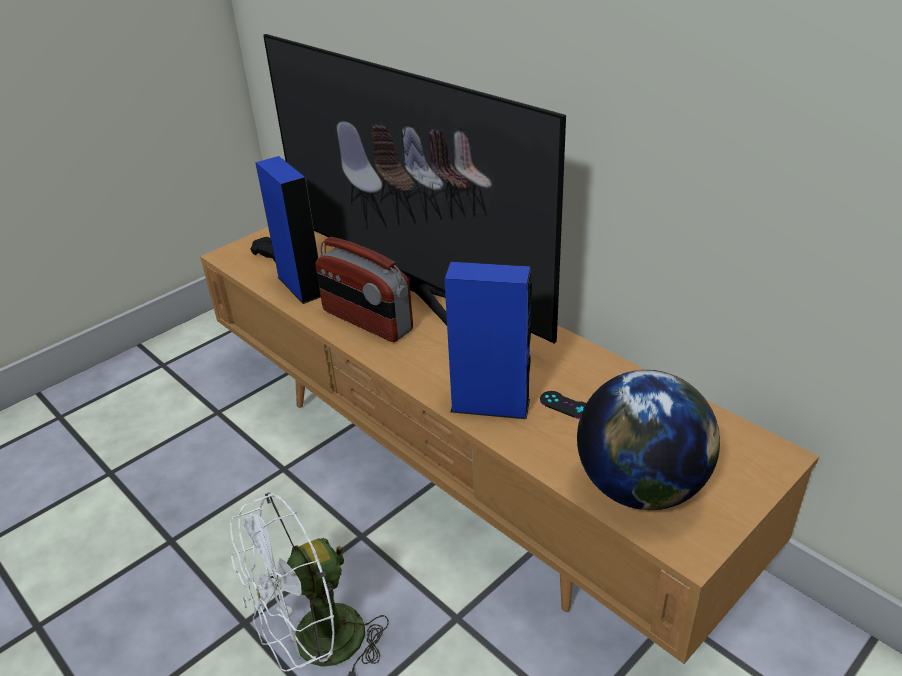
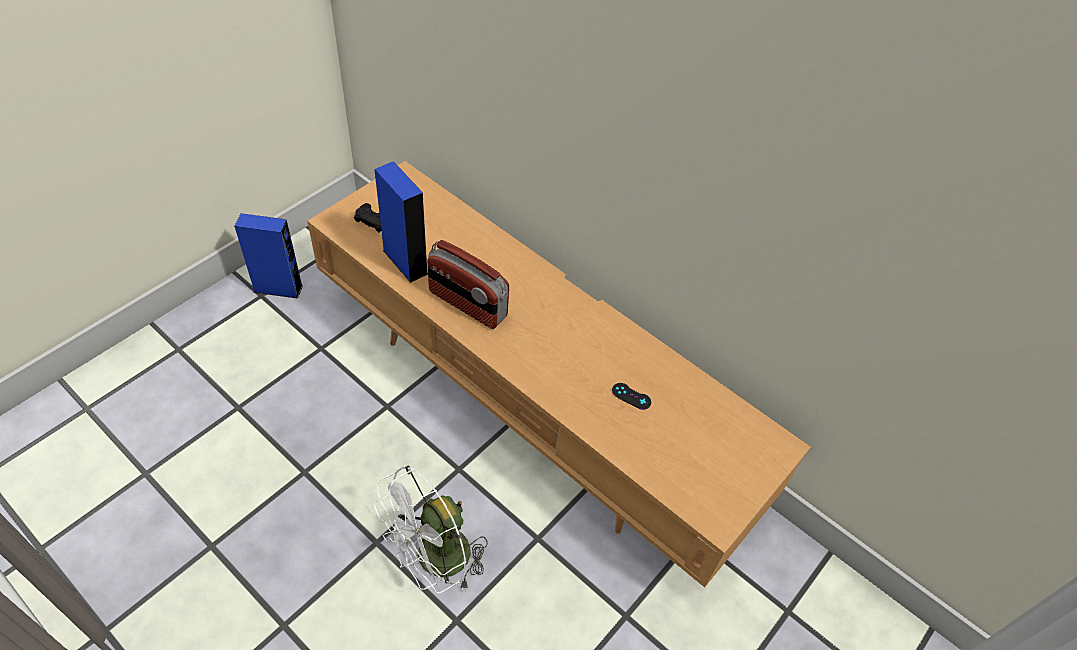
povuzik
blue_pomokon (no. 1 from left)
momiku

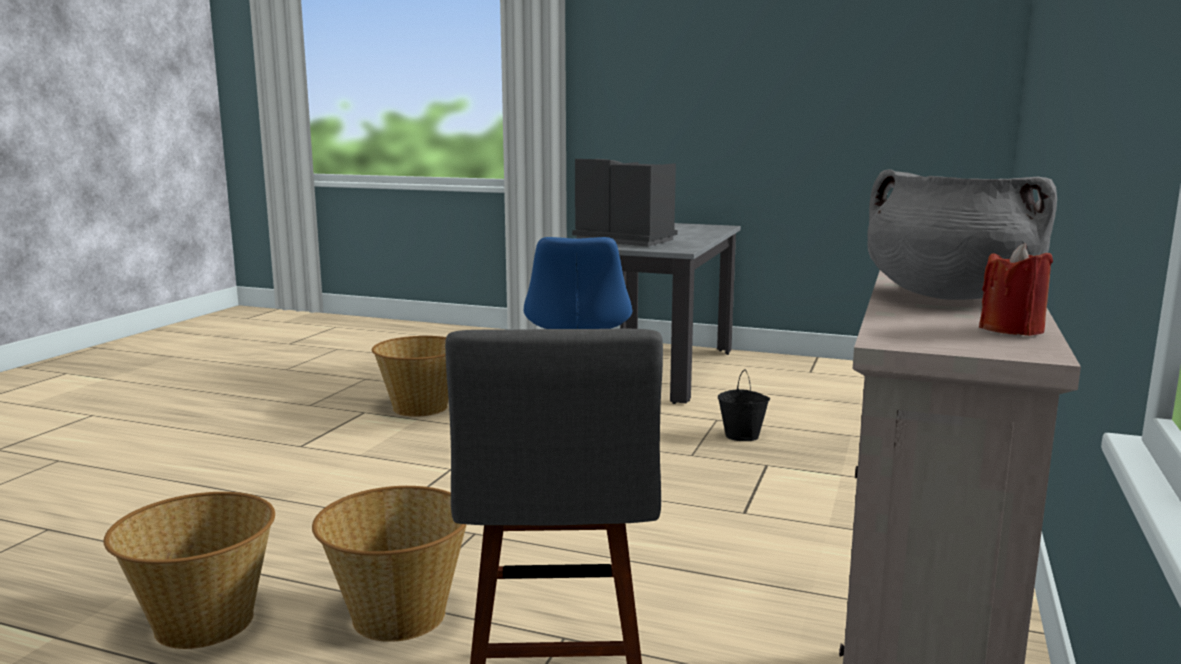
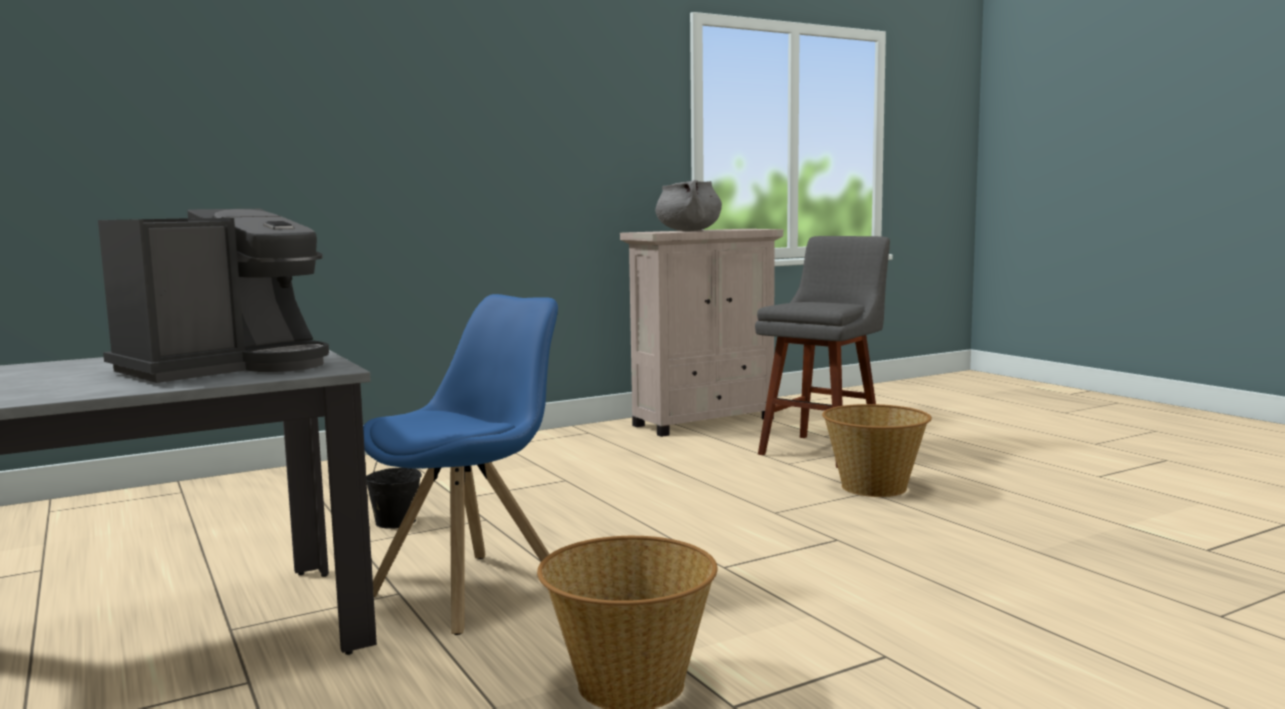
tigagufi (no. 1 from left in the first image)
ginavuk
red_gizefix

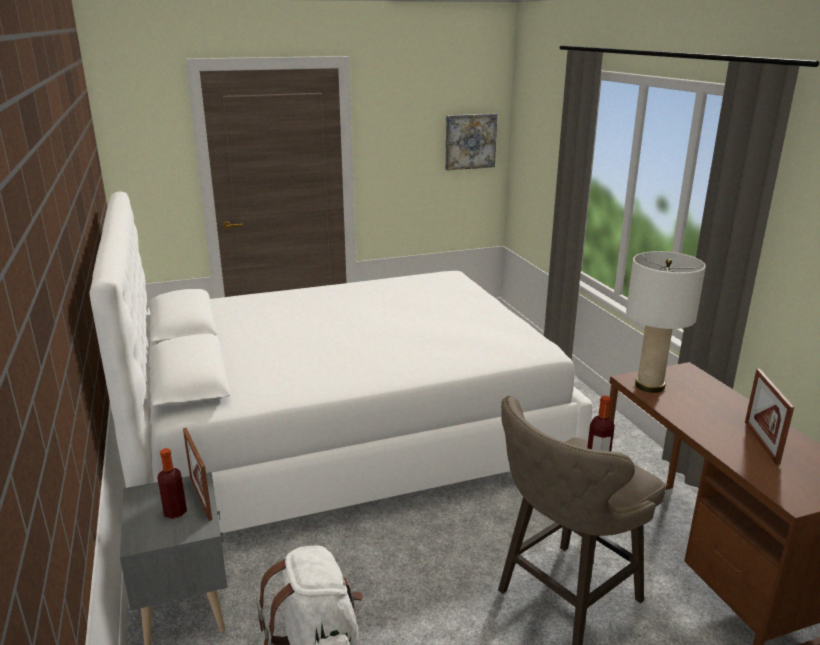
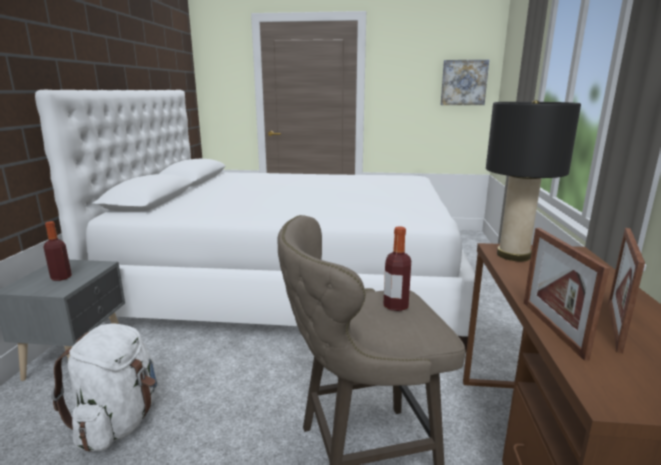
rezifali (no. 1 from left)
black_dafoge

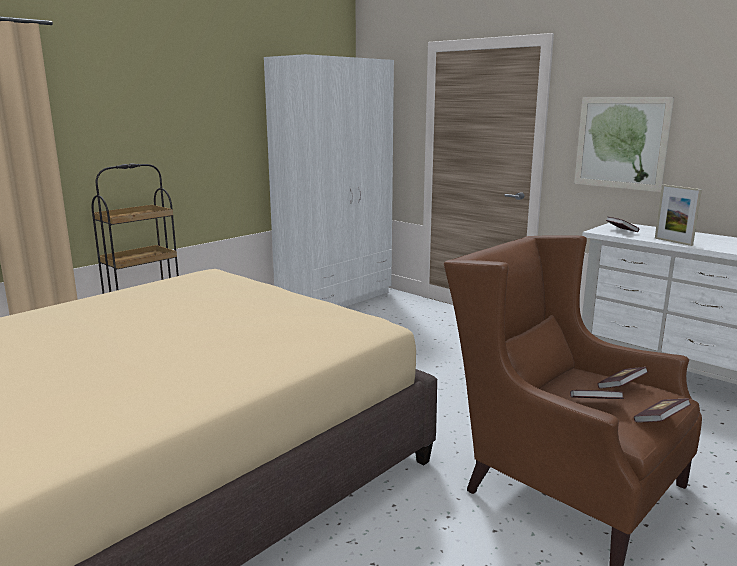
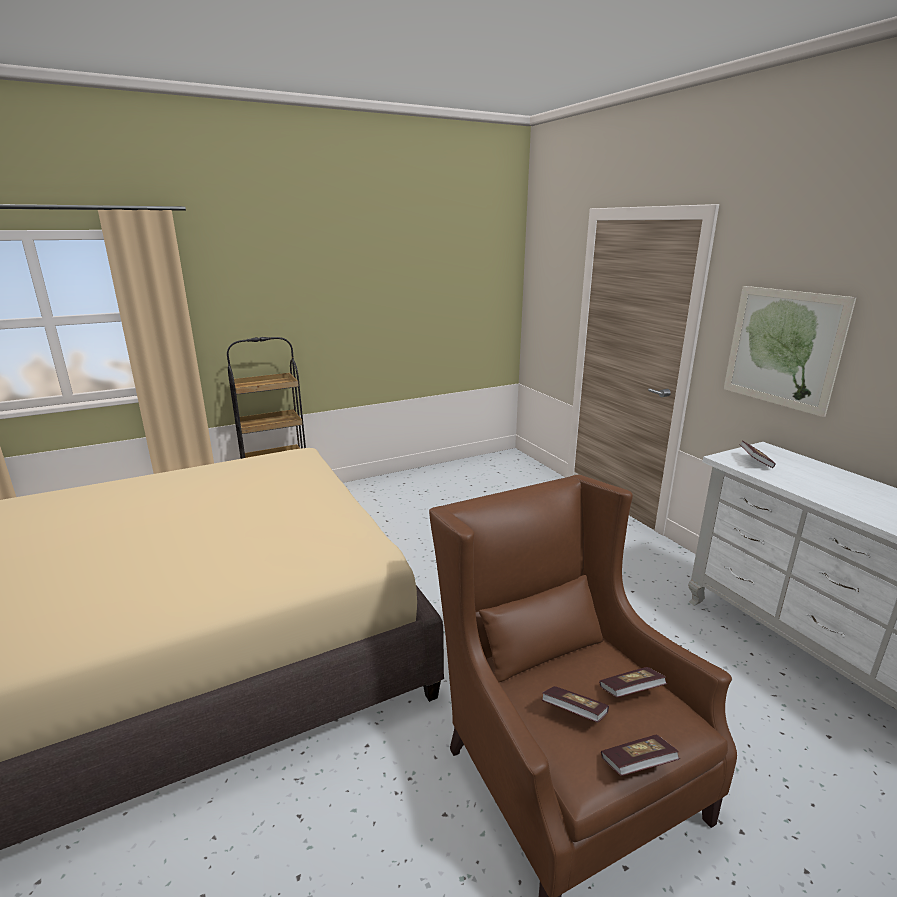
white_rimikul
rezifali

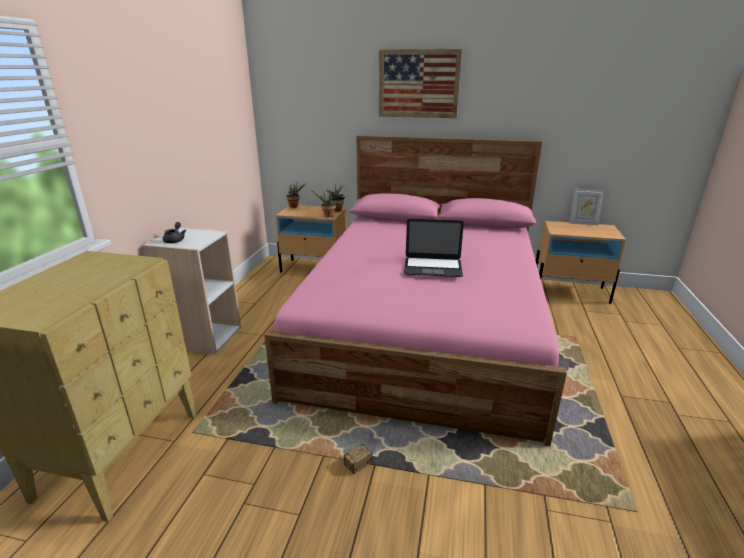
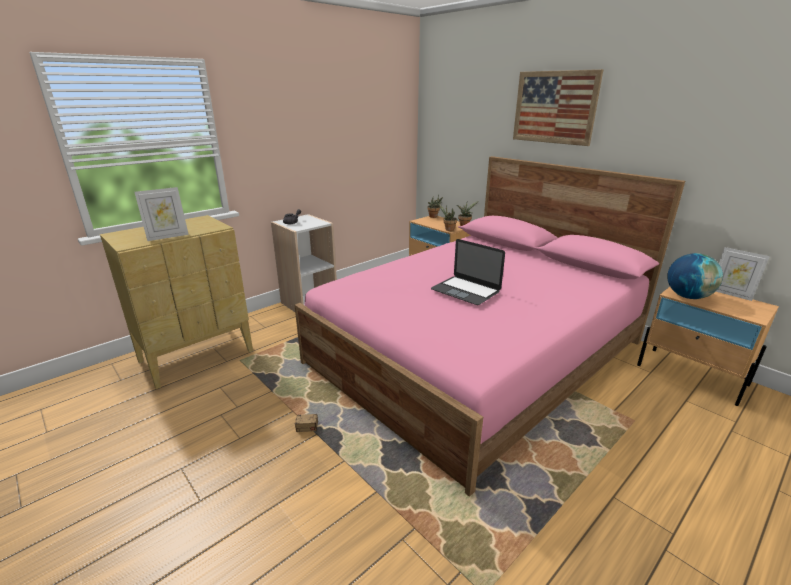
rezifali (no. 1 from left)
momiku

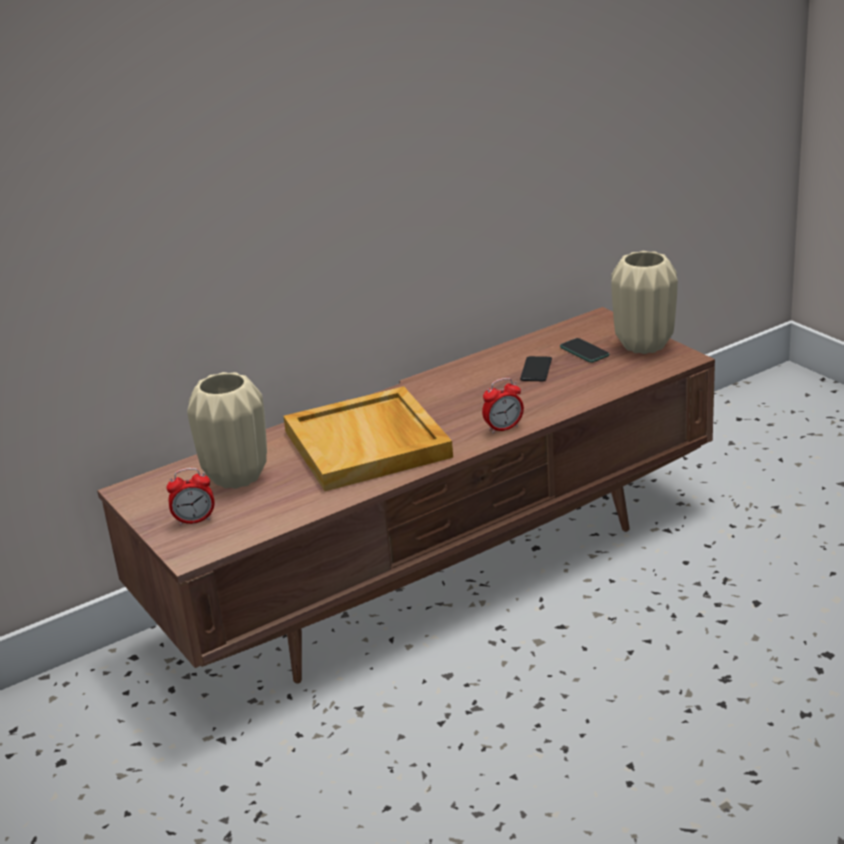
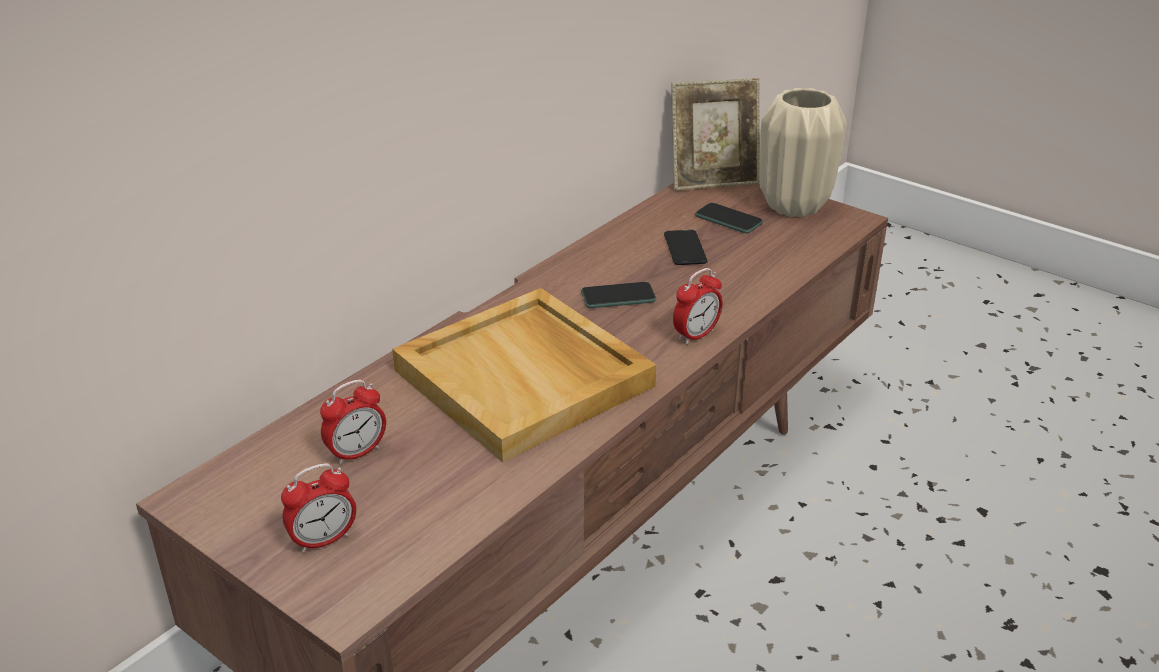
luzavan (no. 2 from left)
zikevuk (no. 1 from left)
rezifali

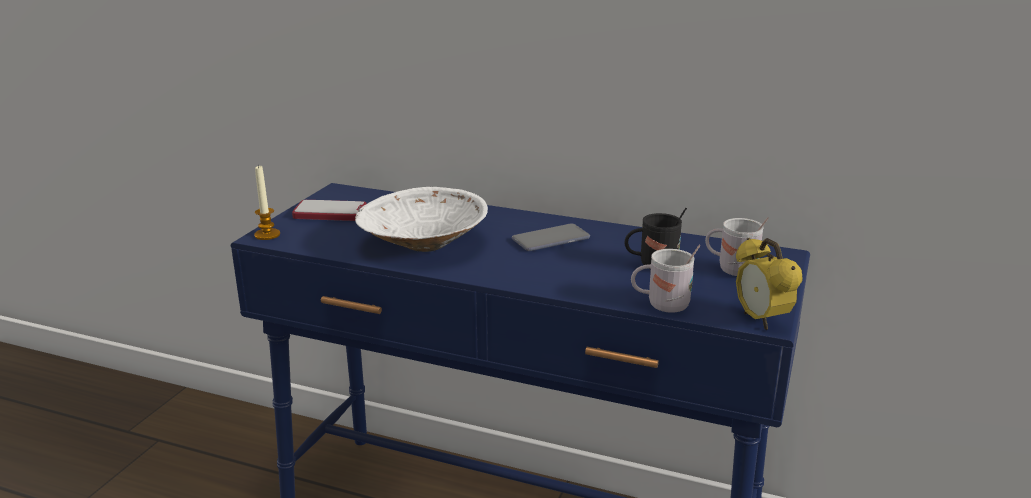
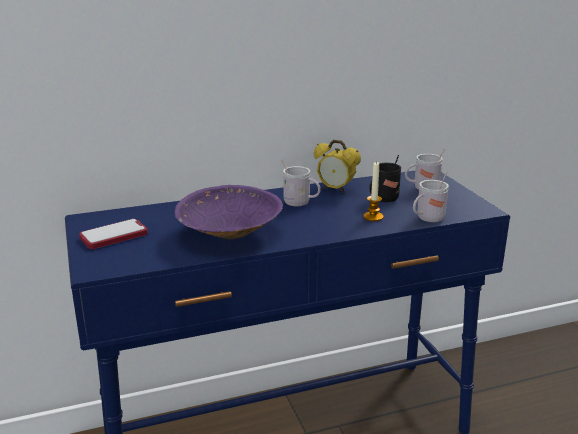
gizefix
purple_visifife
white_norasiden (no. 1 from left)
luzavan

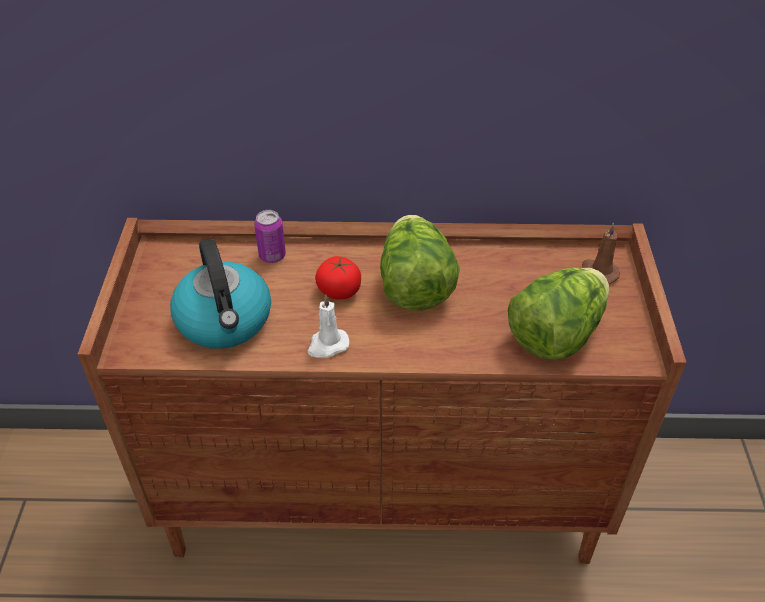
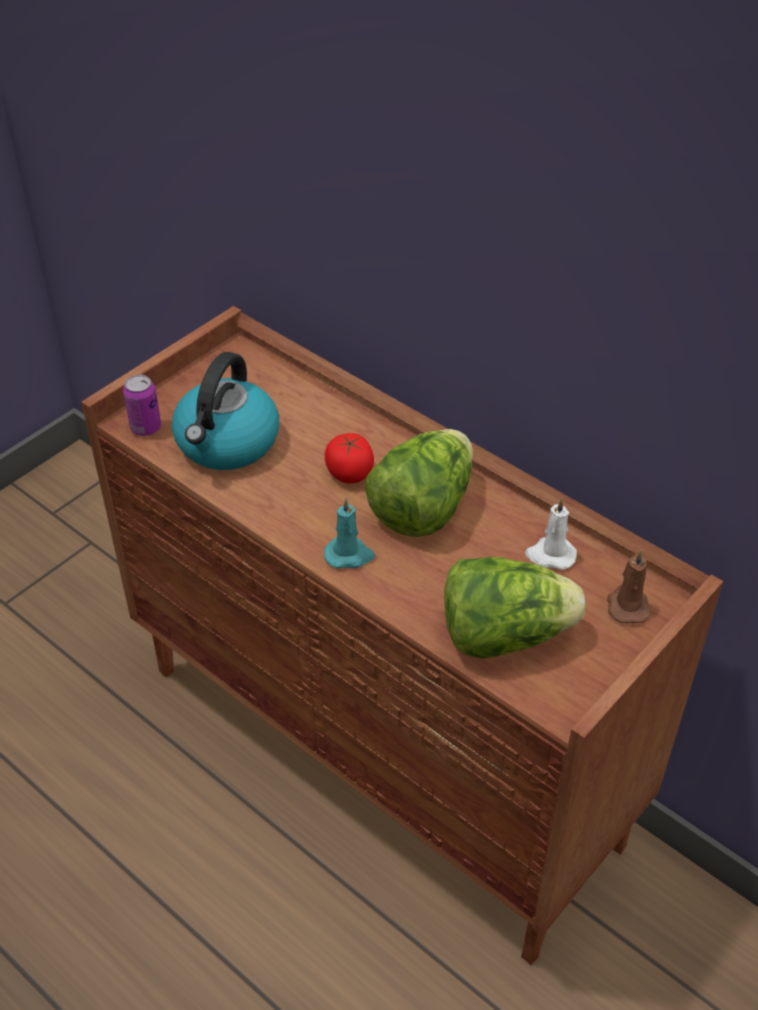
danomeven
white_gizefix
turquoise_gizefix

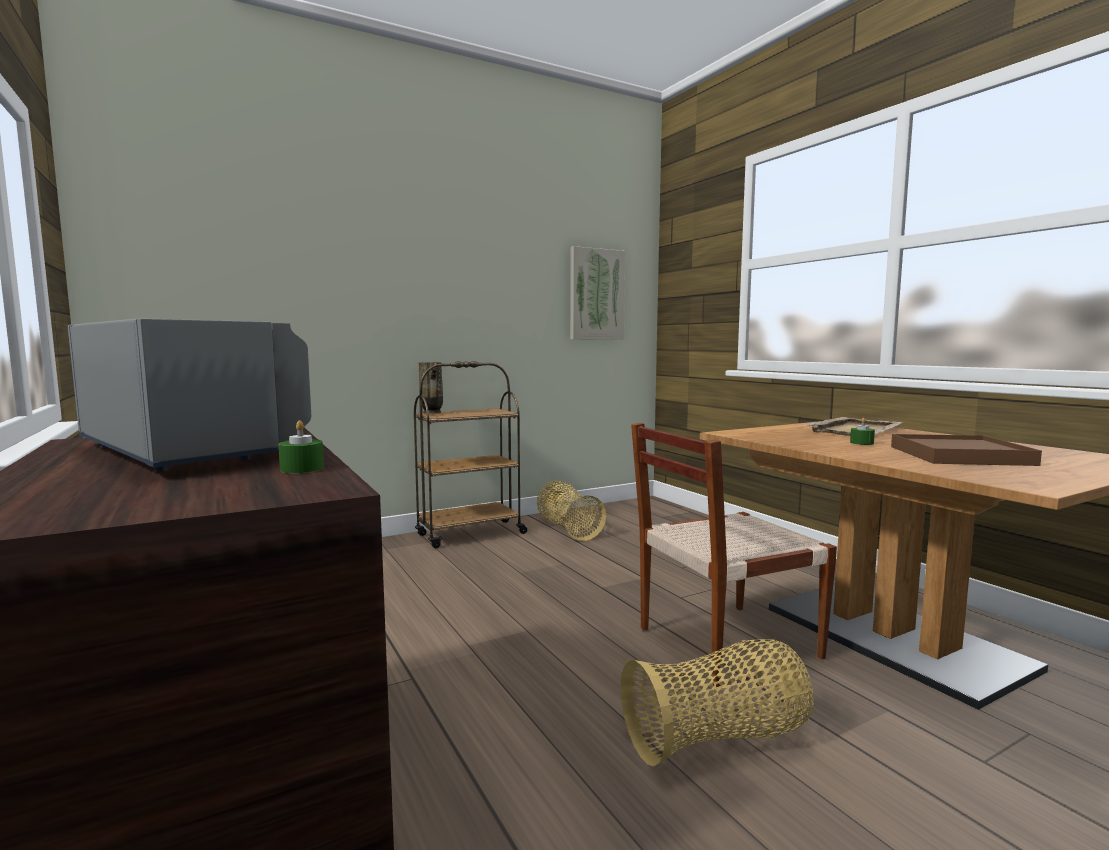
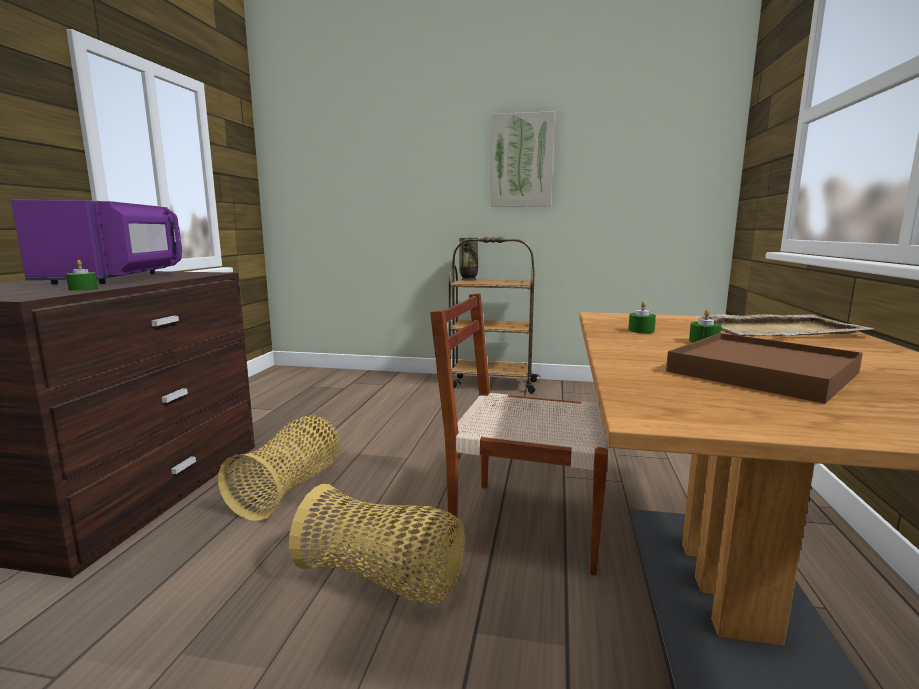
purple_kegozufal
tigagufi (no. 1 from left)
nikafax
green_gizefix (no. 2 from left)

